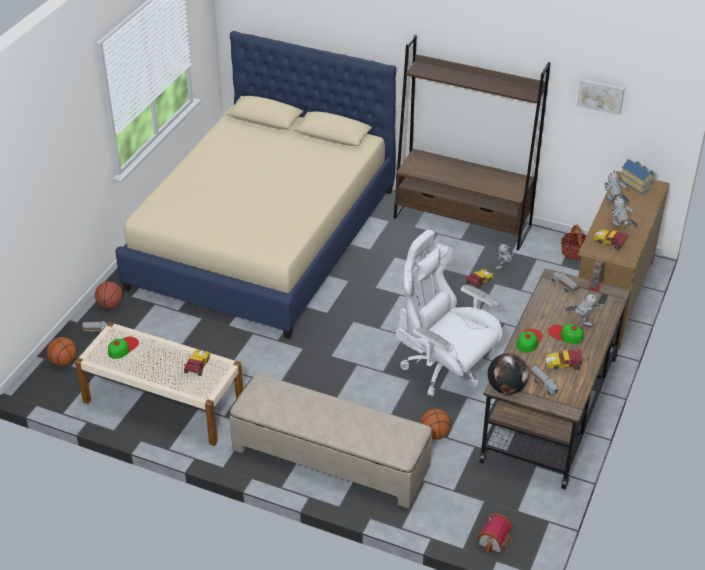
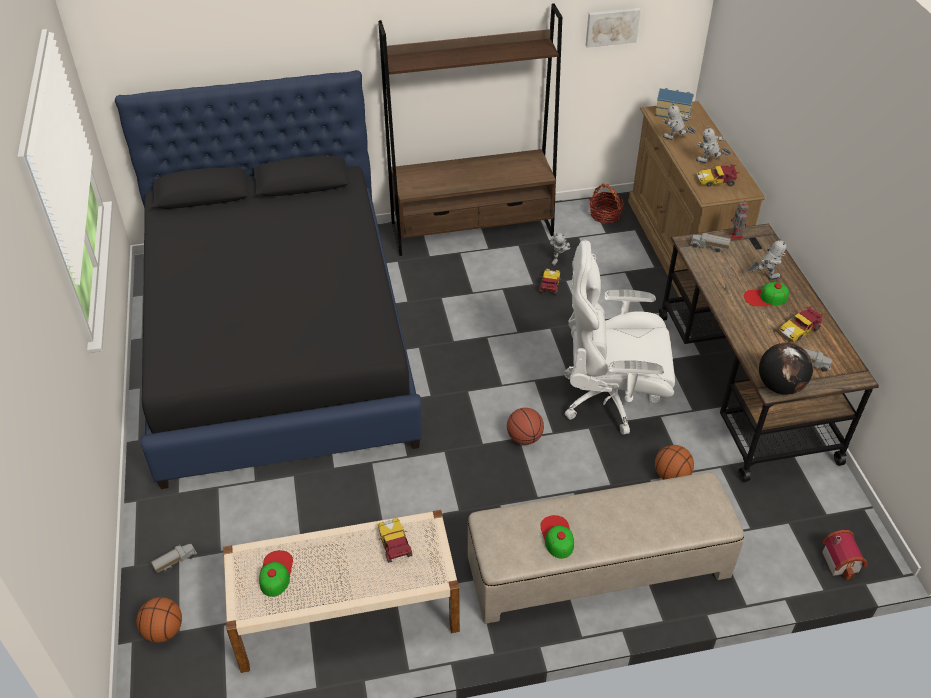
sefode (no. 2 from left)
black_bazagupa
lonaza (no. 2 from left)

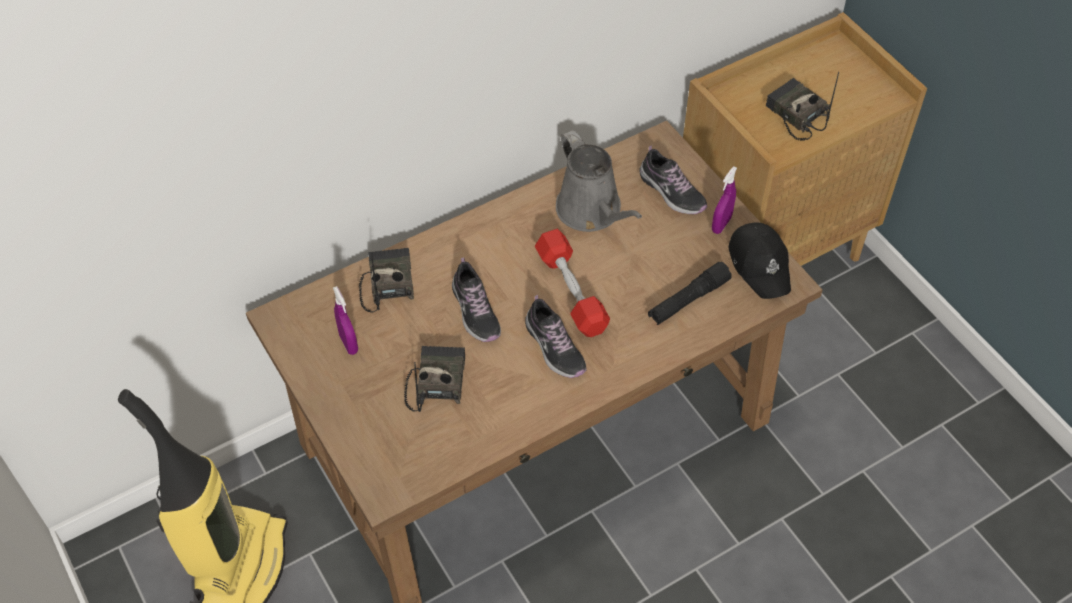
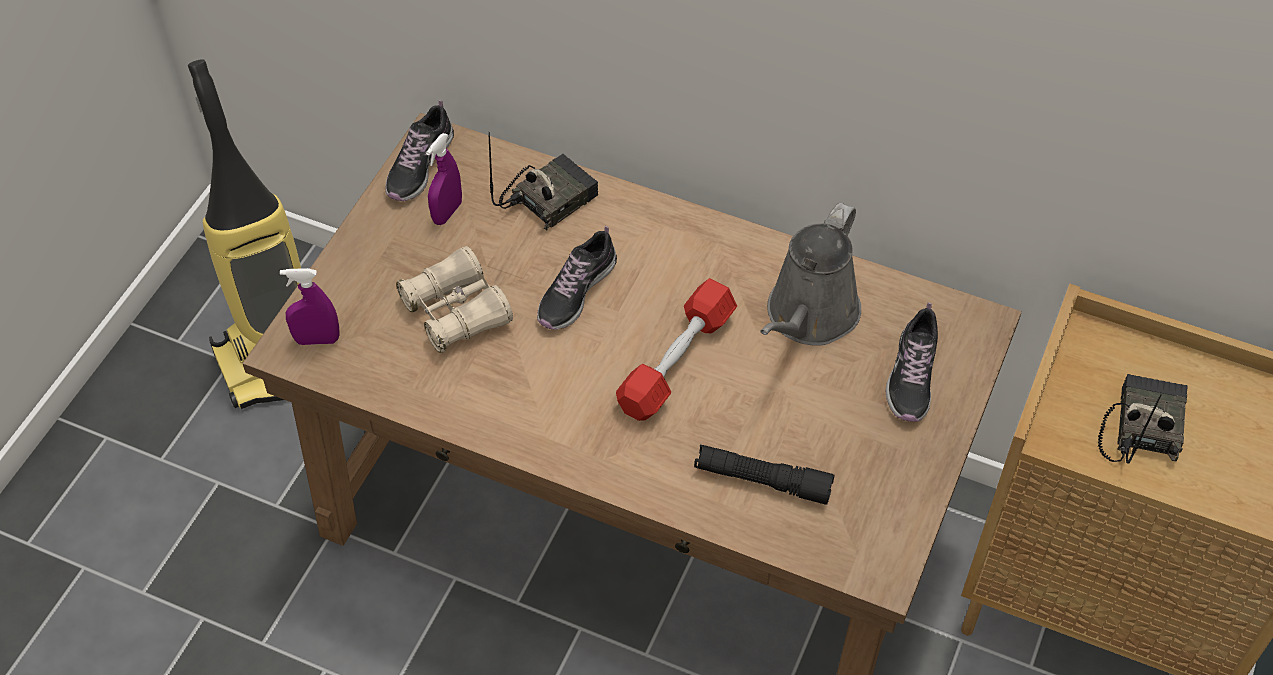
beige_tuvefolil
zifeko (no. 1 from left)
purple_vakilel (no. 1 from left)
black_lonaza

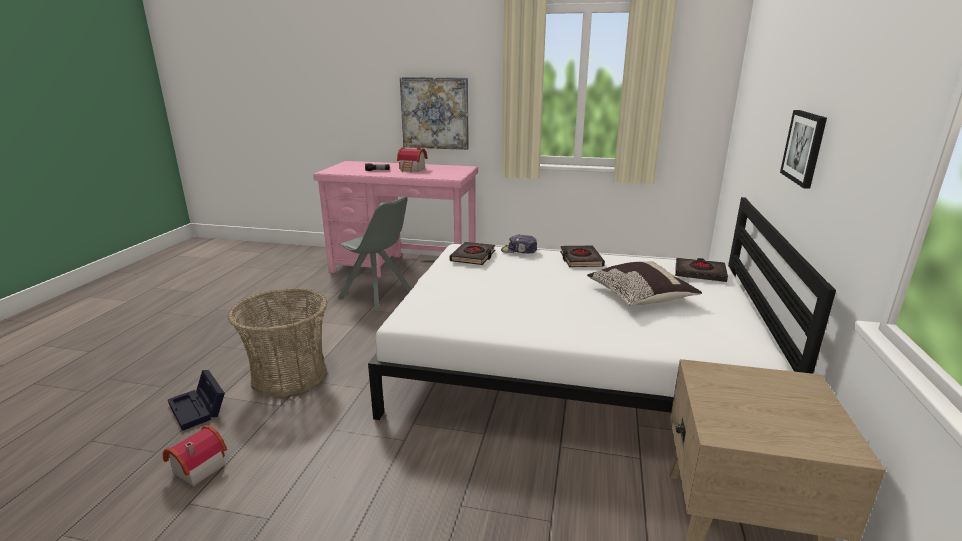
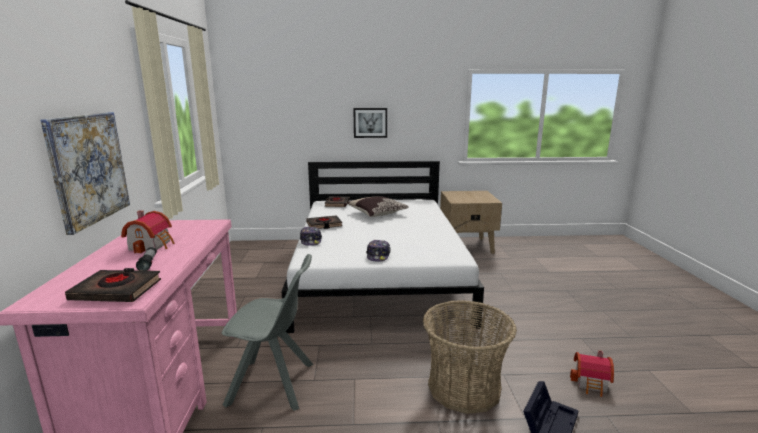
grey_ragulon
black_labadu (no. 1 from left)
lonaza (no. 2 from left)

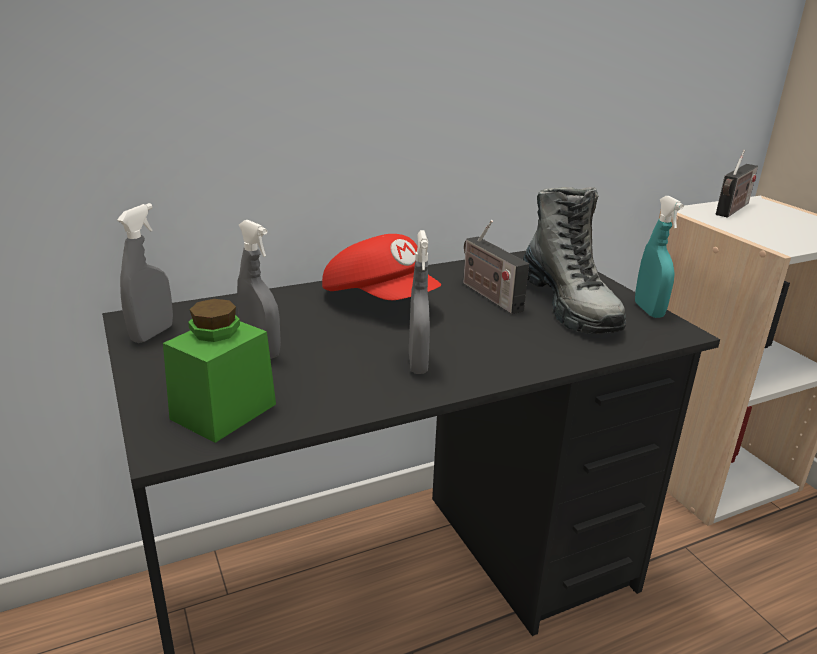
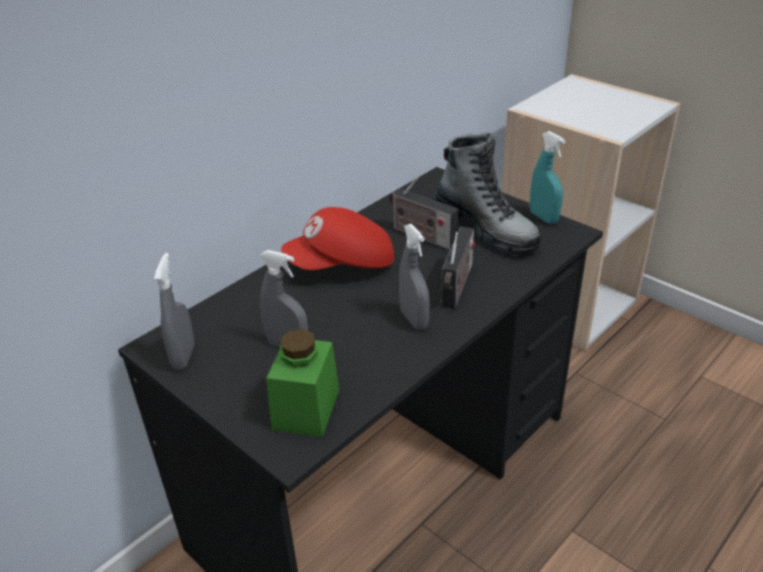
red_lonaza
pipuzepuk (no. 2 from left)

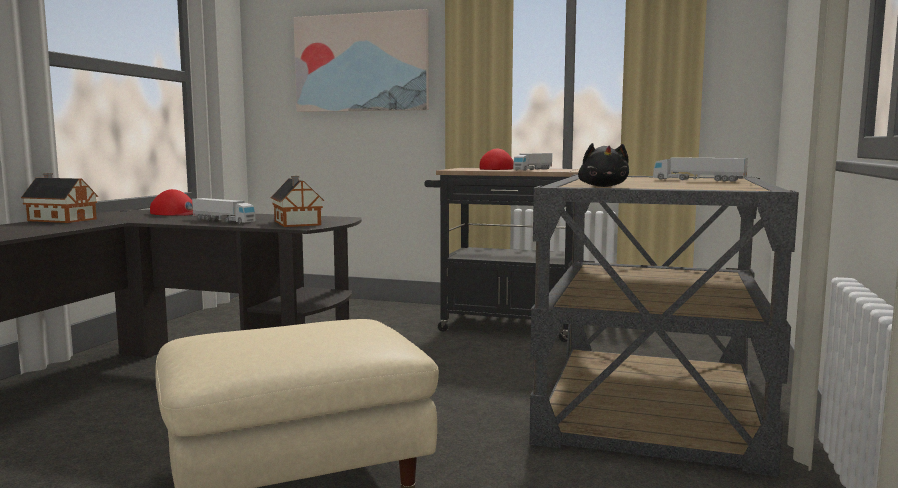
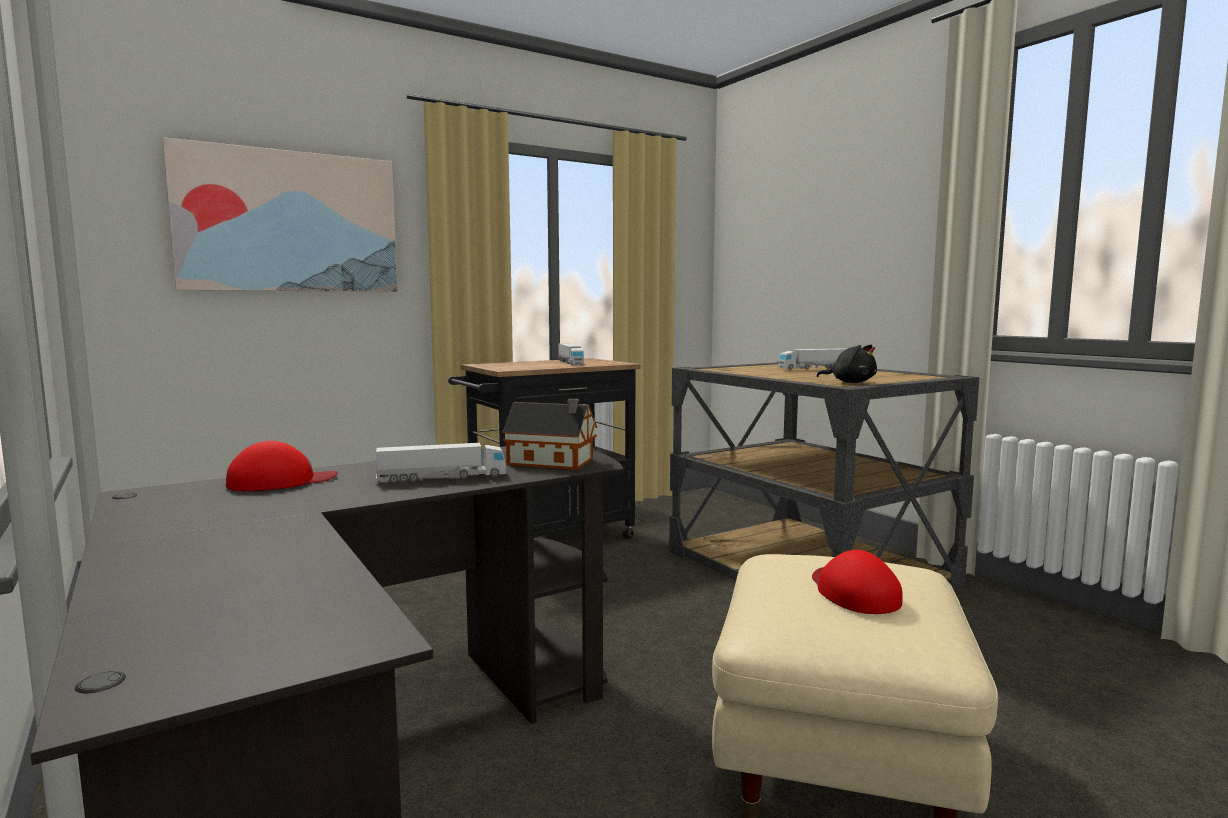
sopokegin (no. 1 from left in the first image)
red_lonaza (no. 2 from left)

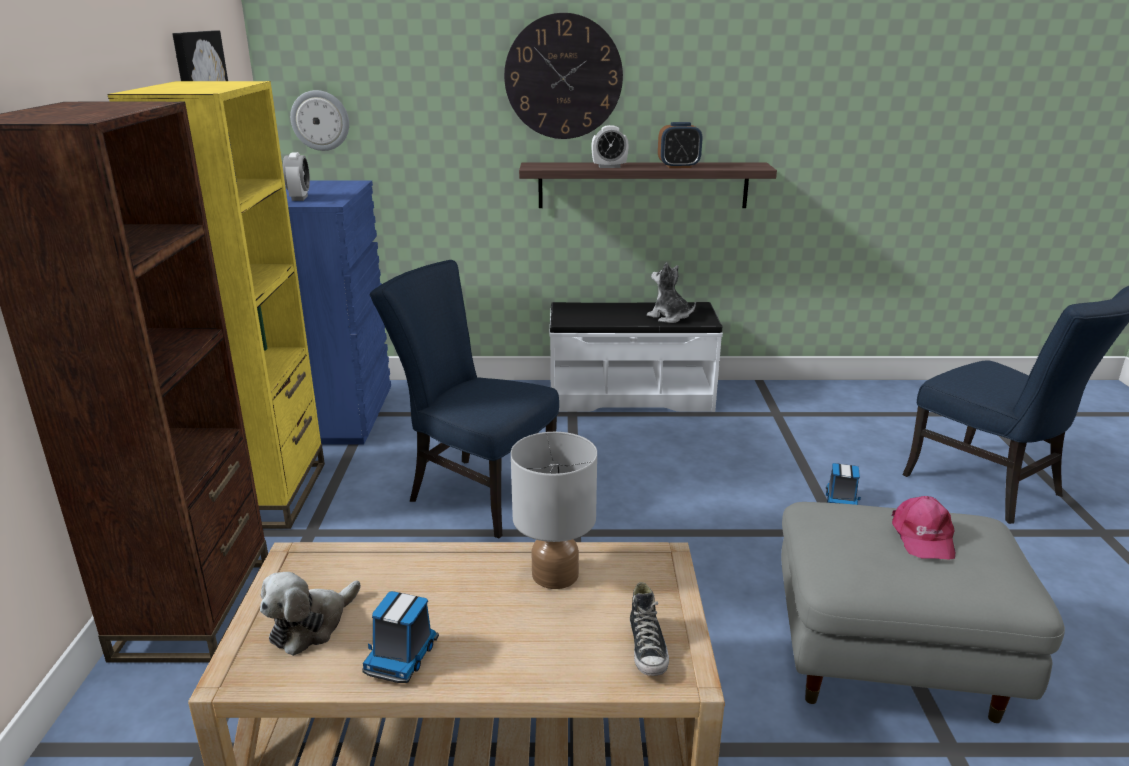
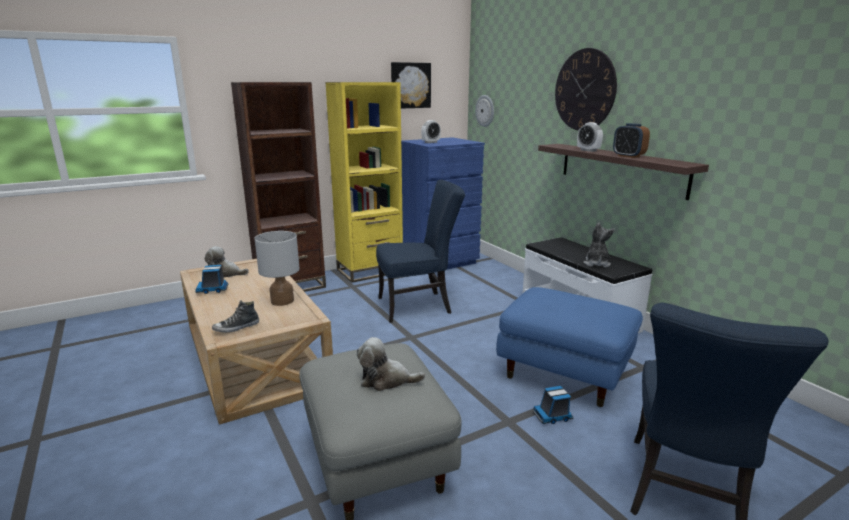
blue_ragulon (no. 1 from left)
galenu (no. 2 from left)
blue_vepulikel

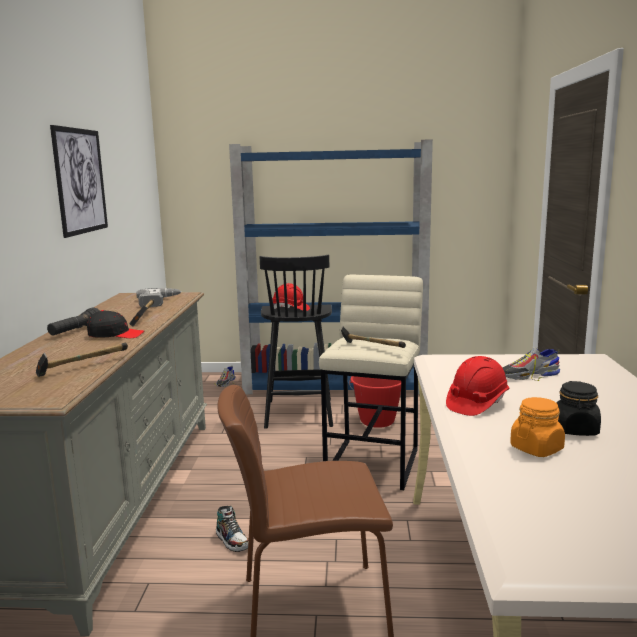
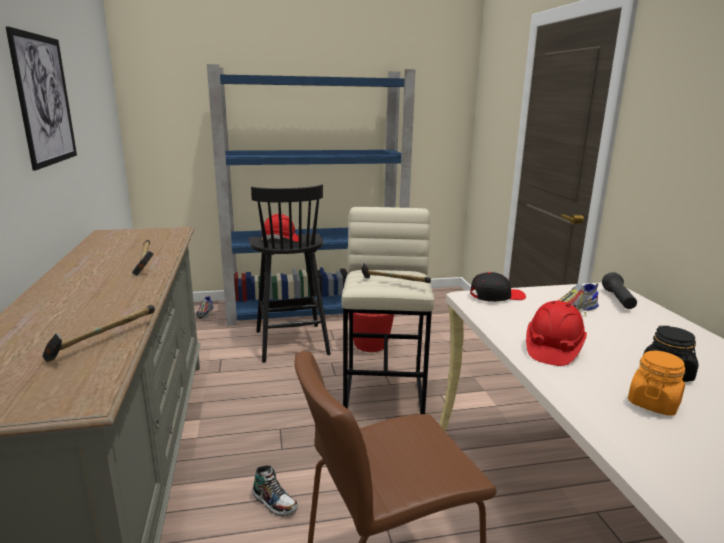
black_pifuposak
black_lonaza
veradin

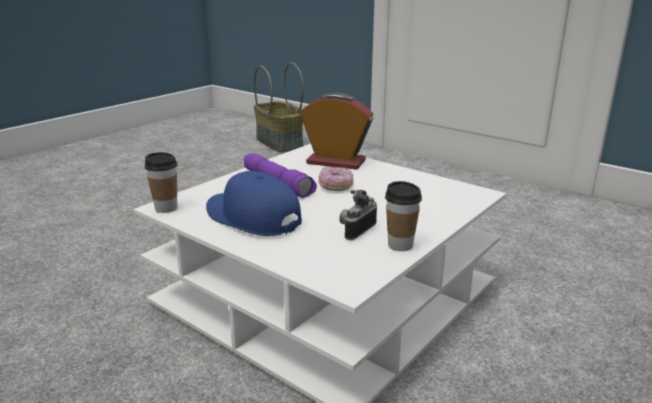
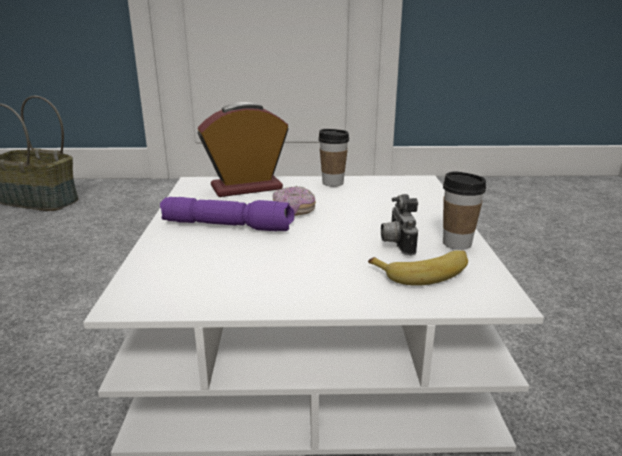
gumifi (no. 1 from left)
blue_lonaza
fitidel

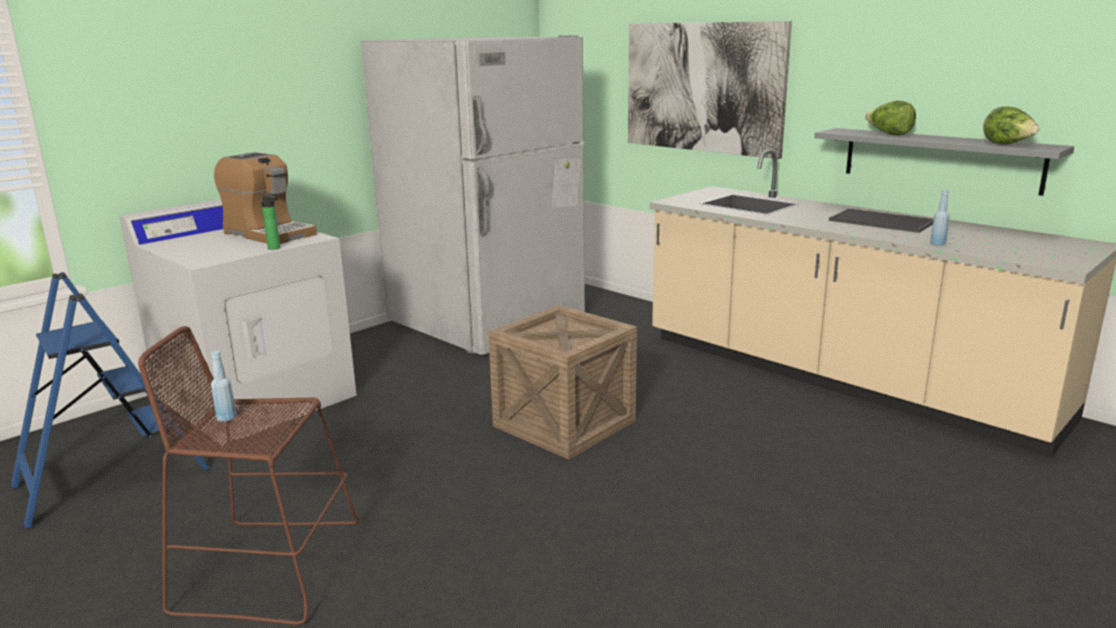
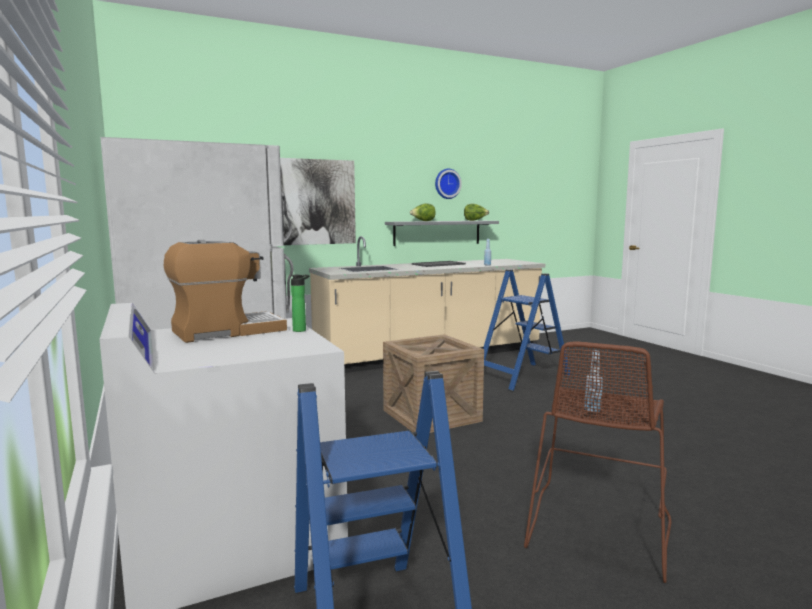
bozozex
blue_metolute (no. 2 from left)

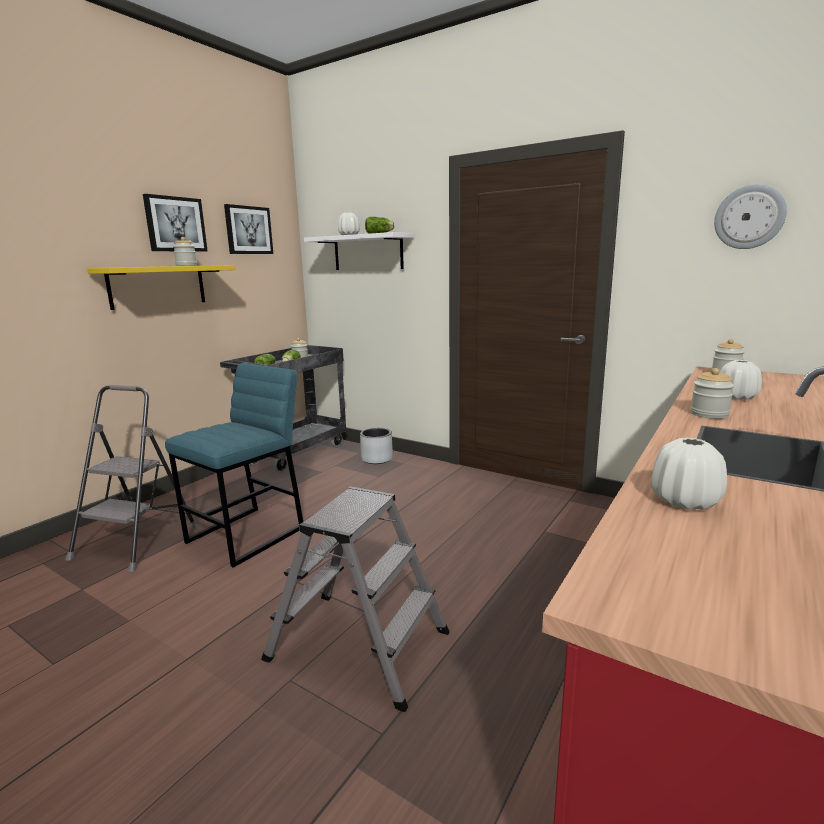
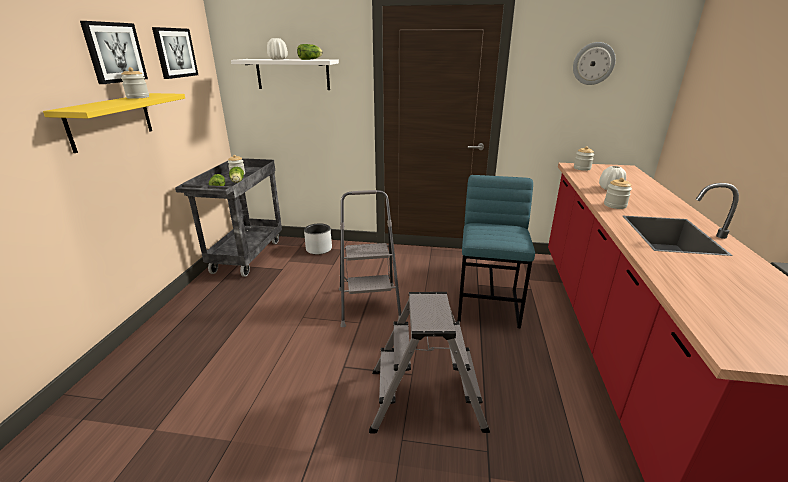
grey_metolute (no. 1 from left)
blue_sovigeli
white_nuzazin (no. 2 from left in the first image)

